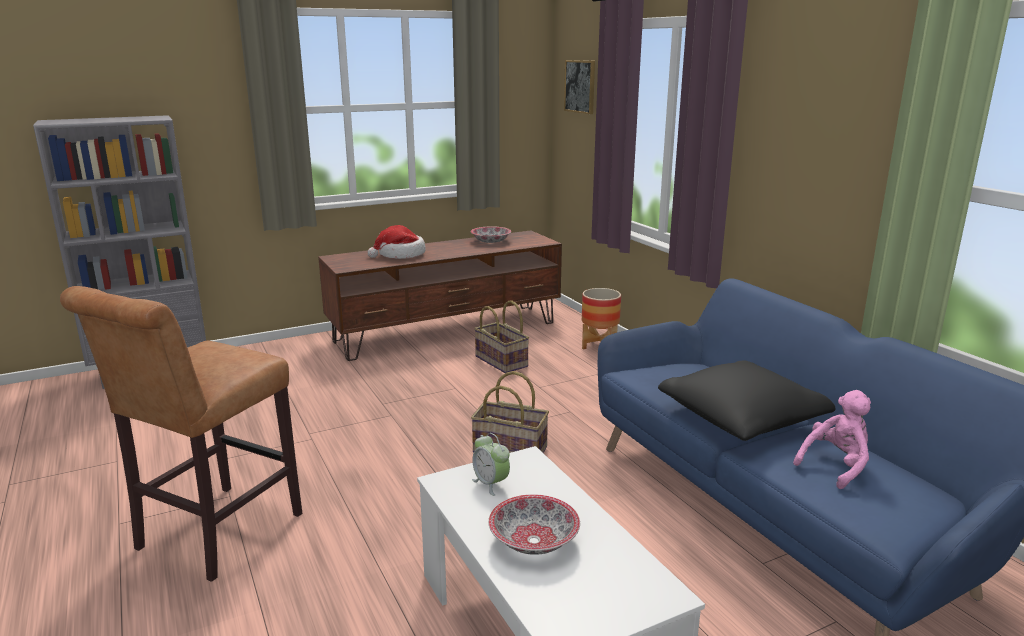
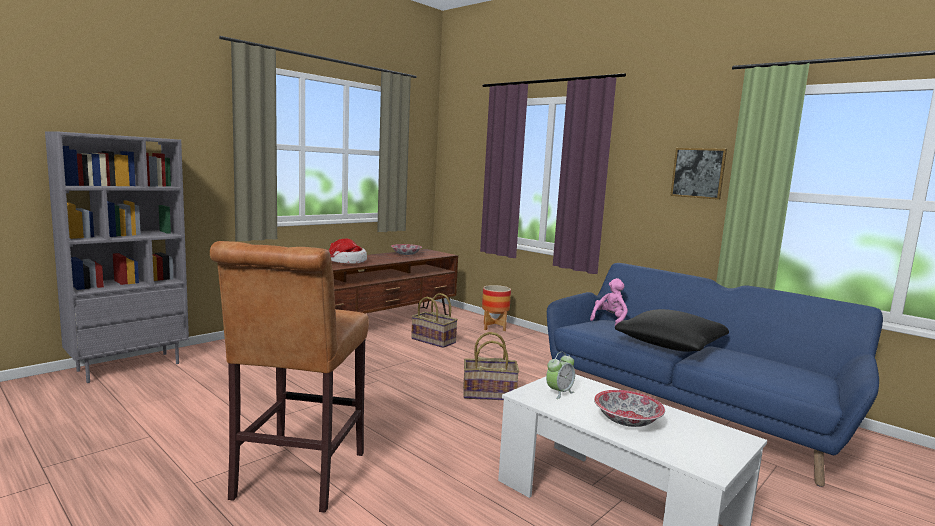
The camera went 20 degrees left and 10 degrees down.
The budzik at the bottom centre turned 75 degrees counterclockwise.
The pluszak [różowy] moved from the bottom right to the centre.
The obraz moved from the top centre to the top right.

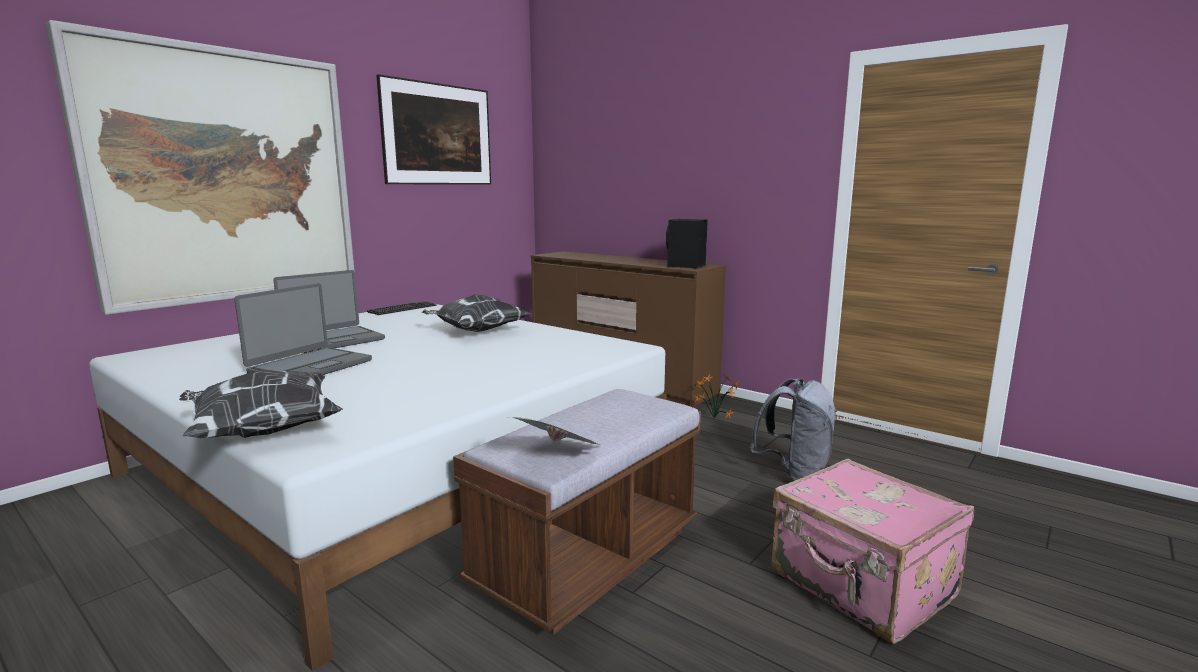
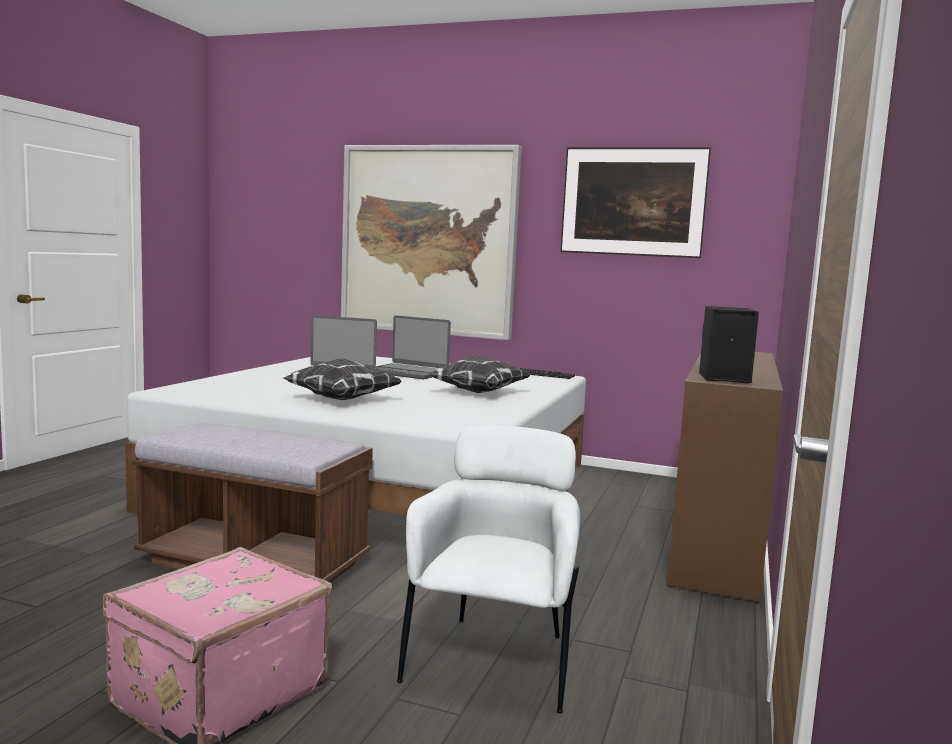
The camera went 70 degrees right and 5 degrees down.
The poduszka (no. 1 from left) moved from the middle left to the centre.
The plecak [szary] at the centre was replaced by the fotel [biały] at the bottom centre.
The gazeta at the centre disappeared.
The roślina doniczkowa at the centre disappeared.

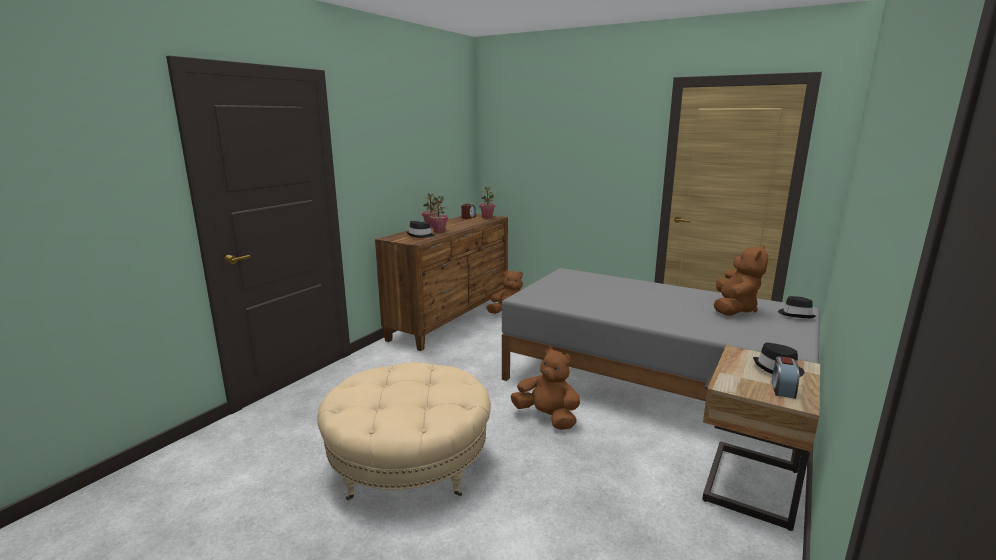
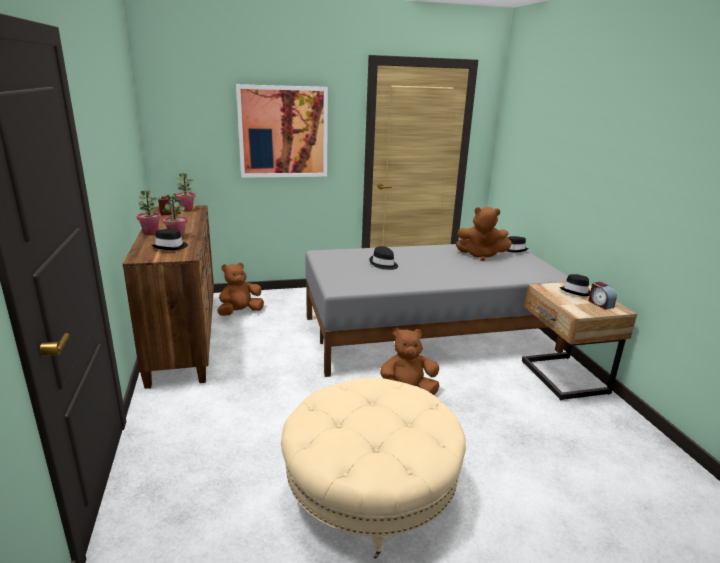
The camera went 45 degrees left and 5 degrees up.
The obraz at the top centre appeared.
The kapelusz [czarny] (no. 2 from left) at the centre appeared.
The pluszak [brązowy] (no. 3 from left) at the middle right turned 120 degrees clockwise.

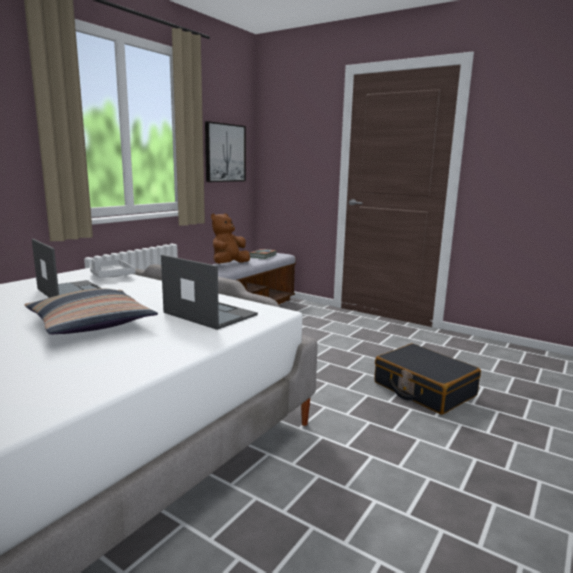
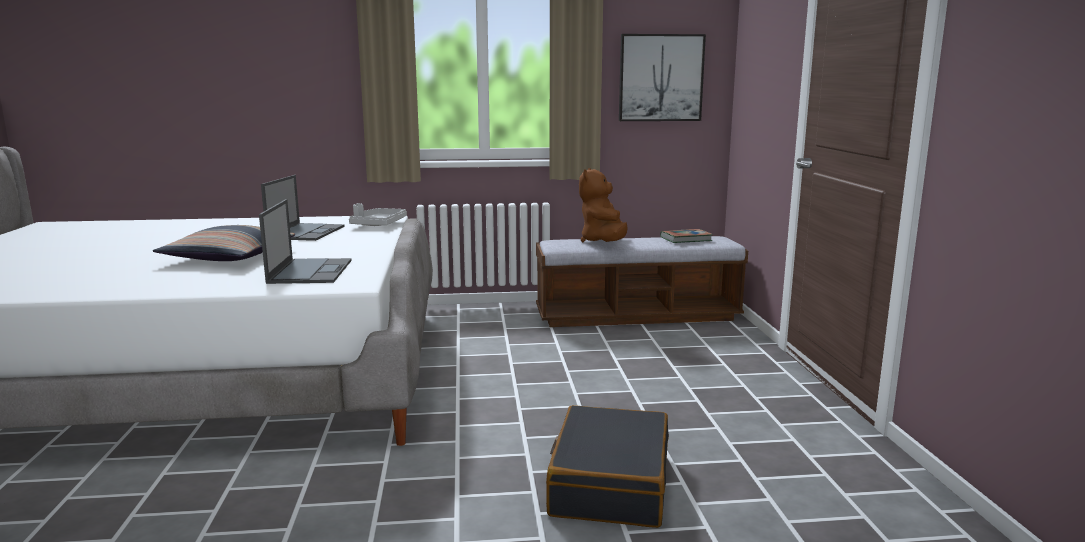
The camera went 50 degrees right and 0 degrees up.
The pluszak [brązowy] at the centre turned 75 degrees counterclockwise.

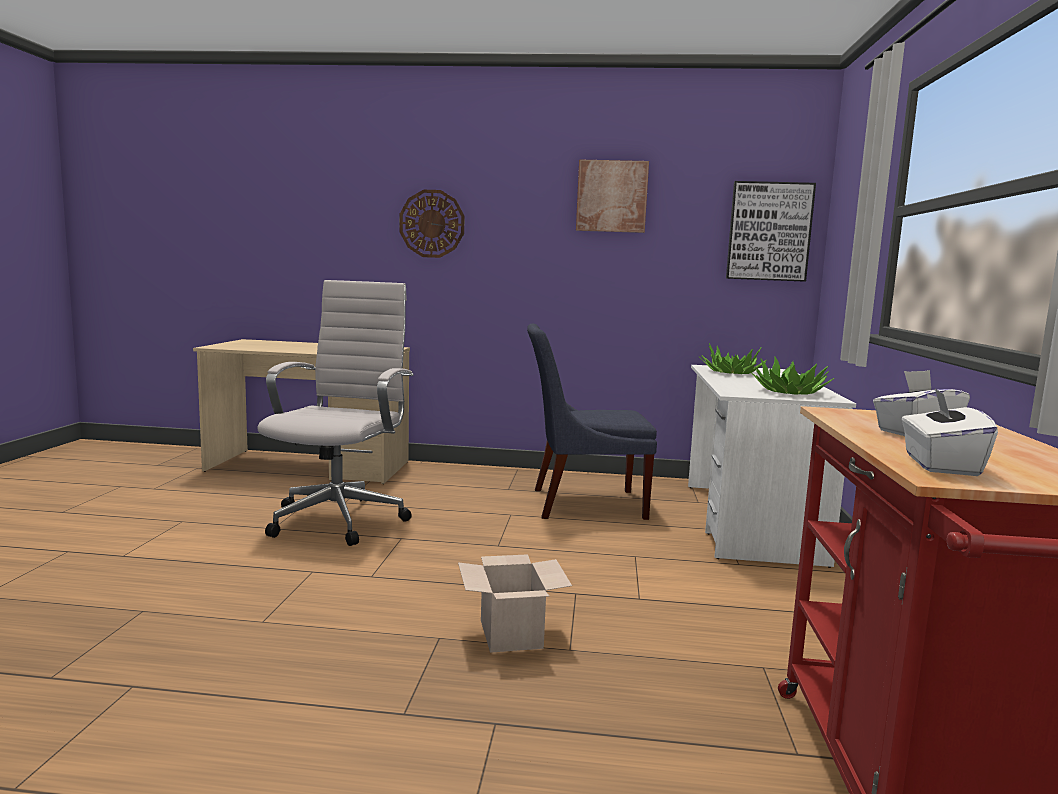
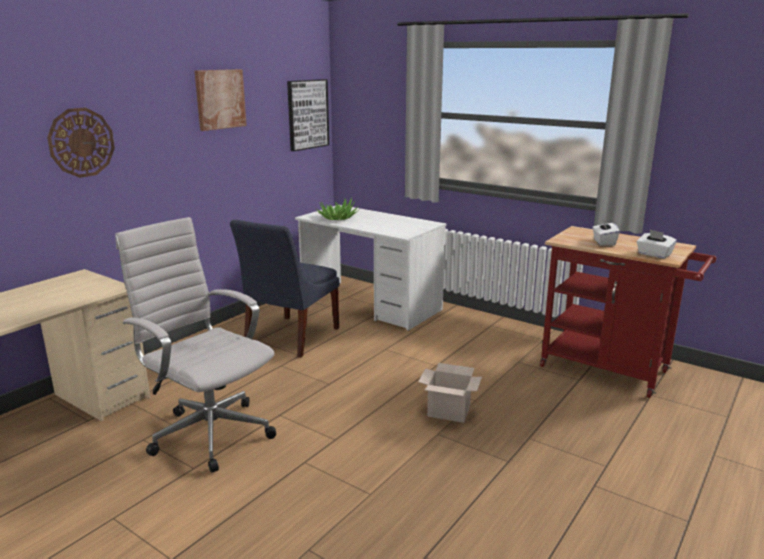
The camera went 60 degrees left and 10 degrees up.
The roślina doniczkowa (no. 2 from left) at the middle right disappeared.

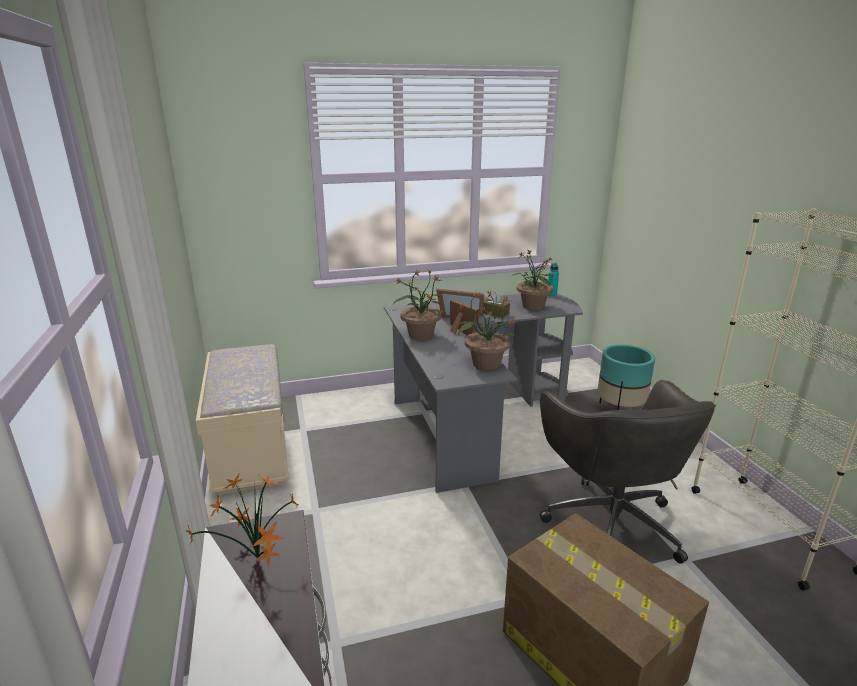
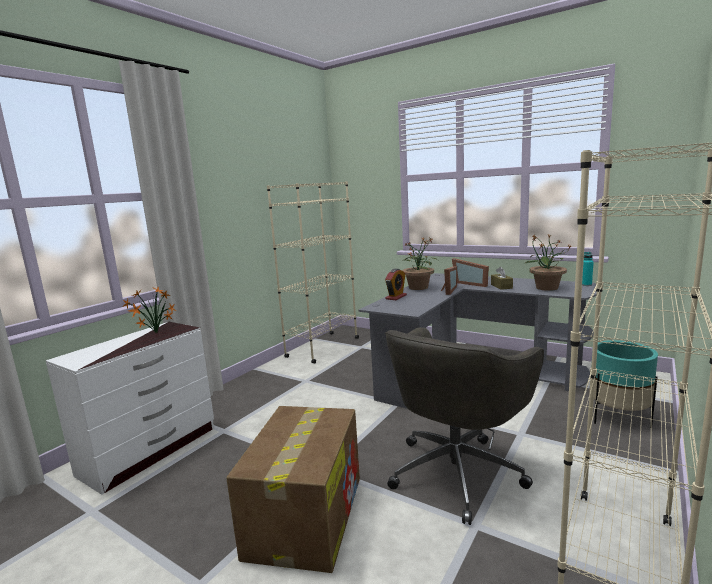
The camera went 50 degrees right and 10 degrees down.
The ławka [beżowy] at the middle left was replaced by the regał [beżowy] (no. 1 from left) at the centre.
The budzik at the centre appeared.
The roślina doniczkowa (no. 3 from left) at the centre disappeared.

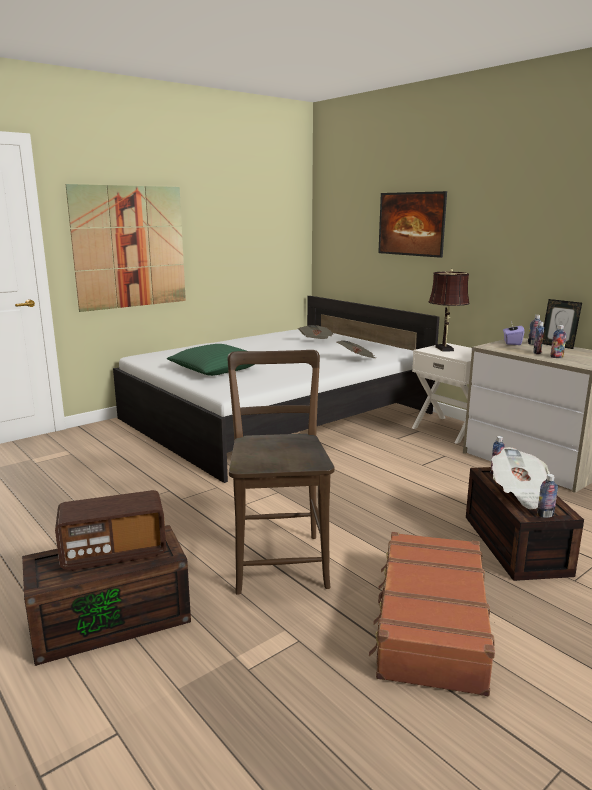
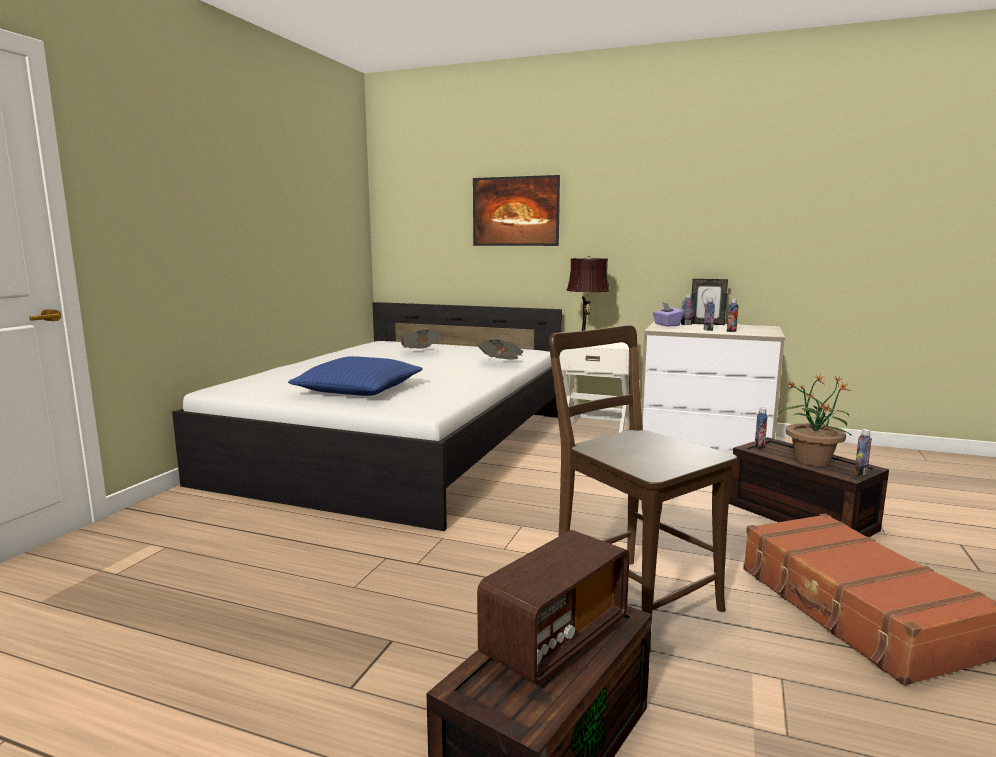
The camera went 30 degrees left and 5 degrees down.
The poduszka [zielony] at the centre became the poduszka [niebieski] at the centre.
The gazeta (no. 3 from left) at the middle right was replaced by the roślina doniczkowa at the middle right.
The obraz (no. 1 from left) at the top left disappeared.

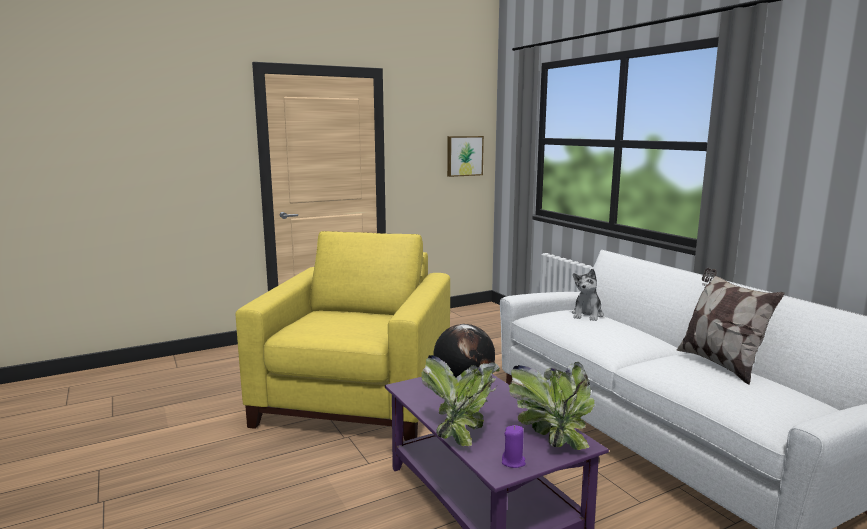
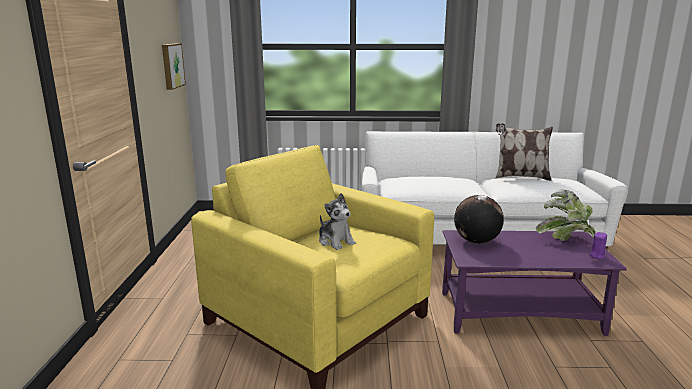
The camera went 60 degrees left and 5 degrees up.
The pluszak moved from the middle right to the centre.
The roślina doniczkowa (no. 1 from left) at the bottom centre disappeared.

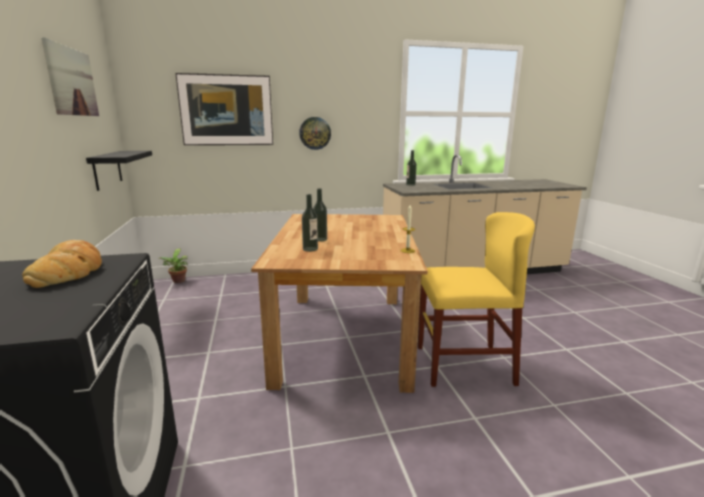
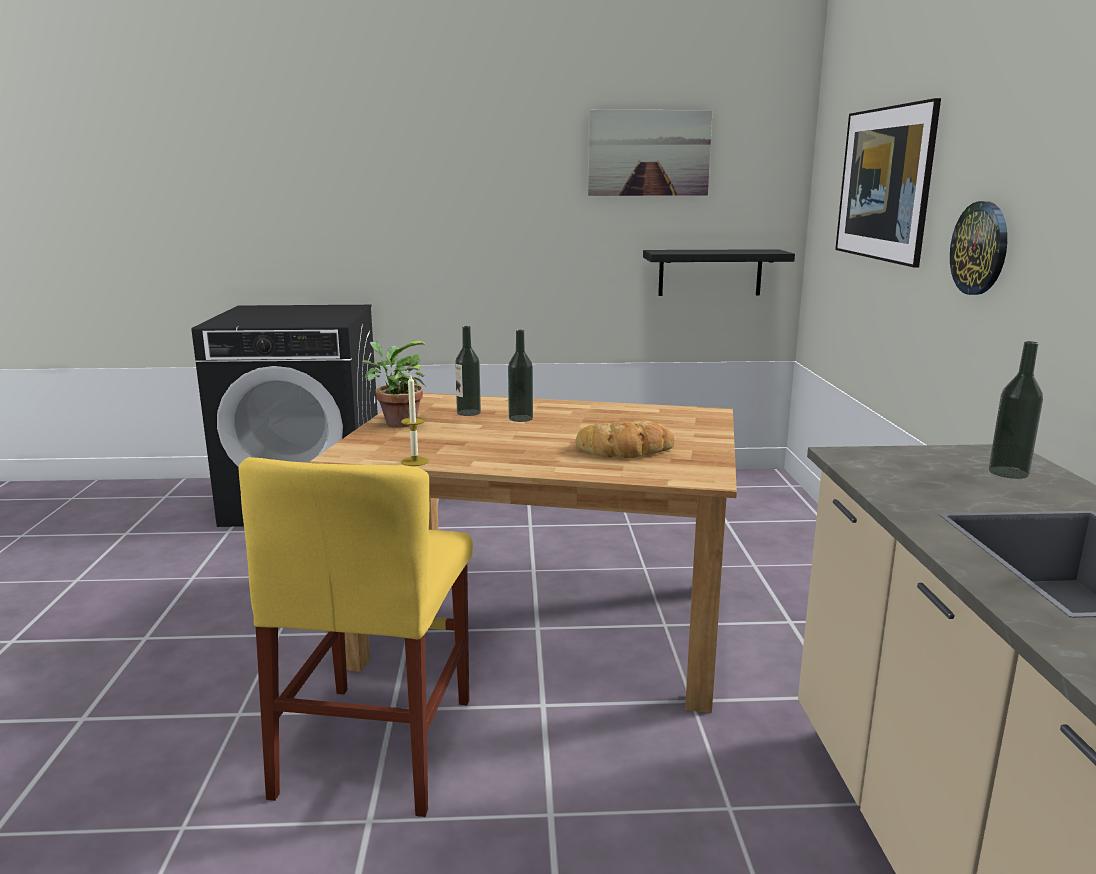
The camera went 100 degrees right and 0 degrees up.
The roślina doniczkowa moved from the middle left to the centre.
The chleb moved from the middle left to the centre.

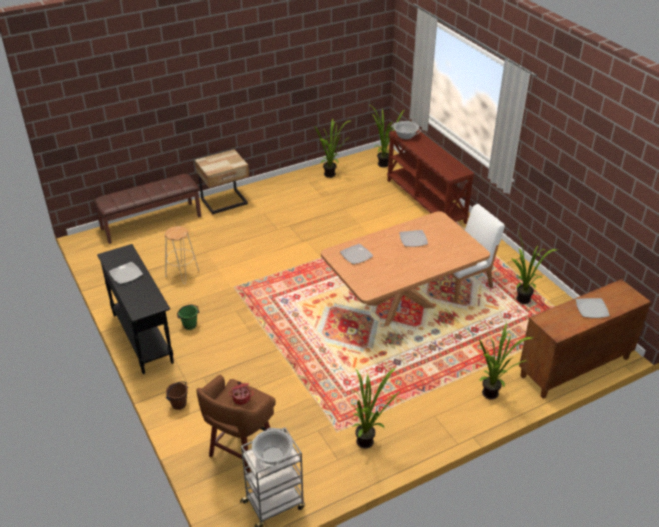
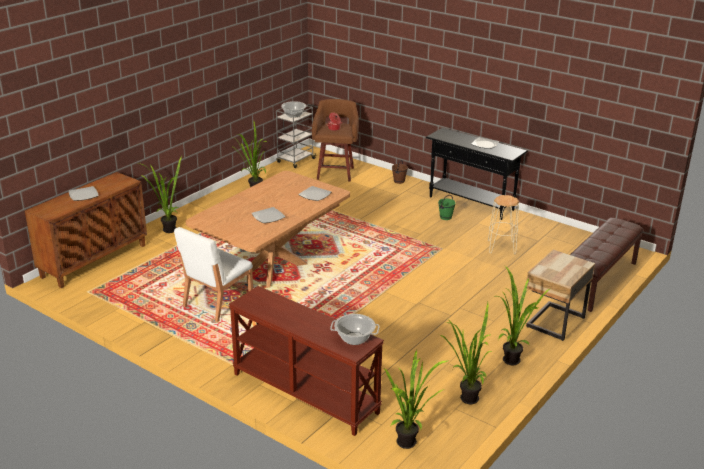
The camera went 155 degrees right and 10 degrees down.
The roślina doniczkowa (no. 5 from left) moved from the middle right to the bottom right.

